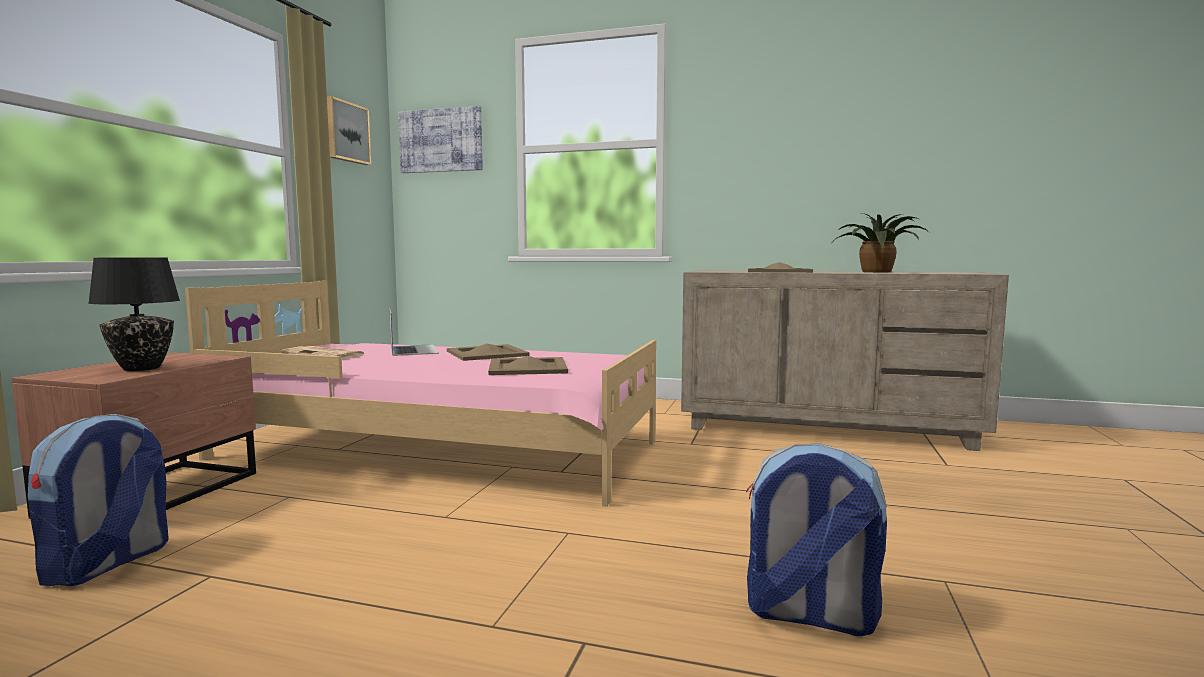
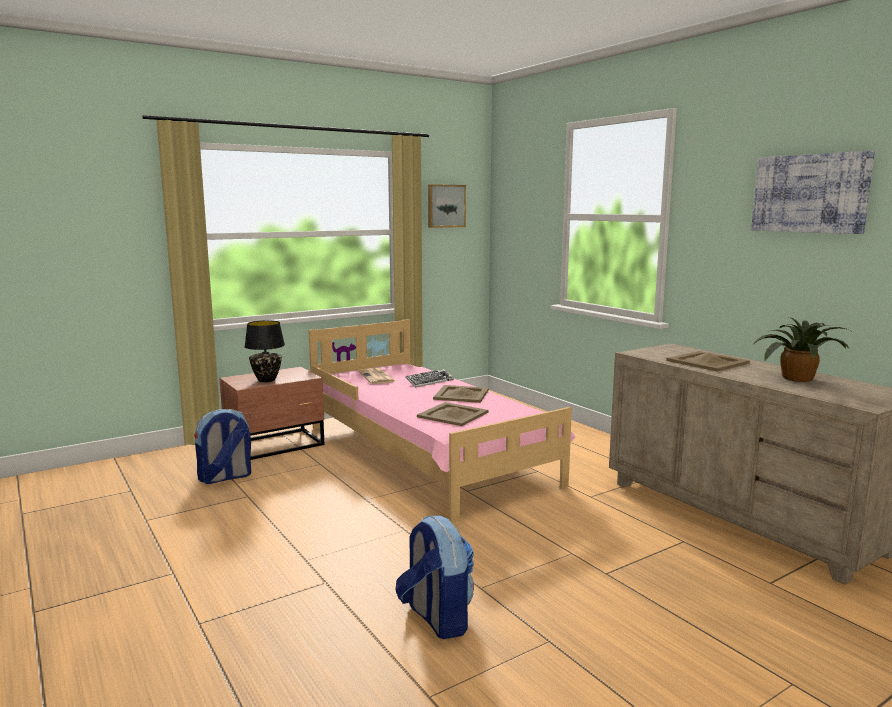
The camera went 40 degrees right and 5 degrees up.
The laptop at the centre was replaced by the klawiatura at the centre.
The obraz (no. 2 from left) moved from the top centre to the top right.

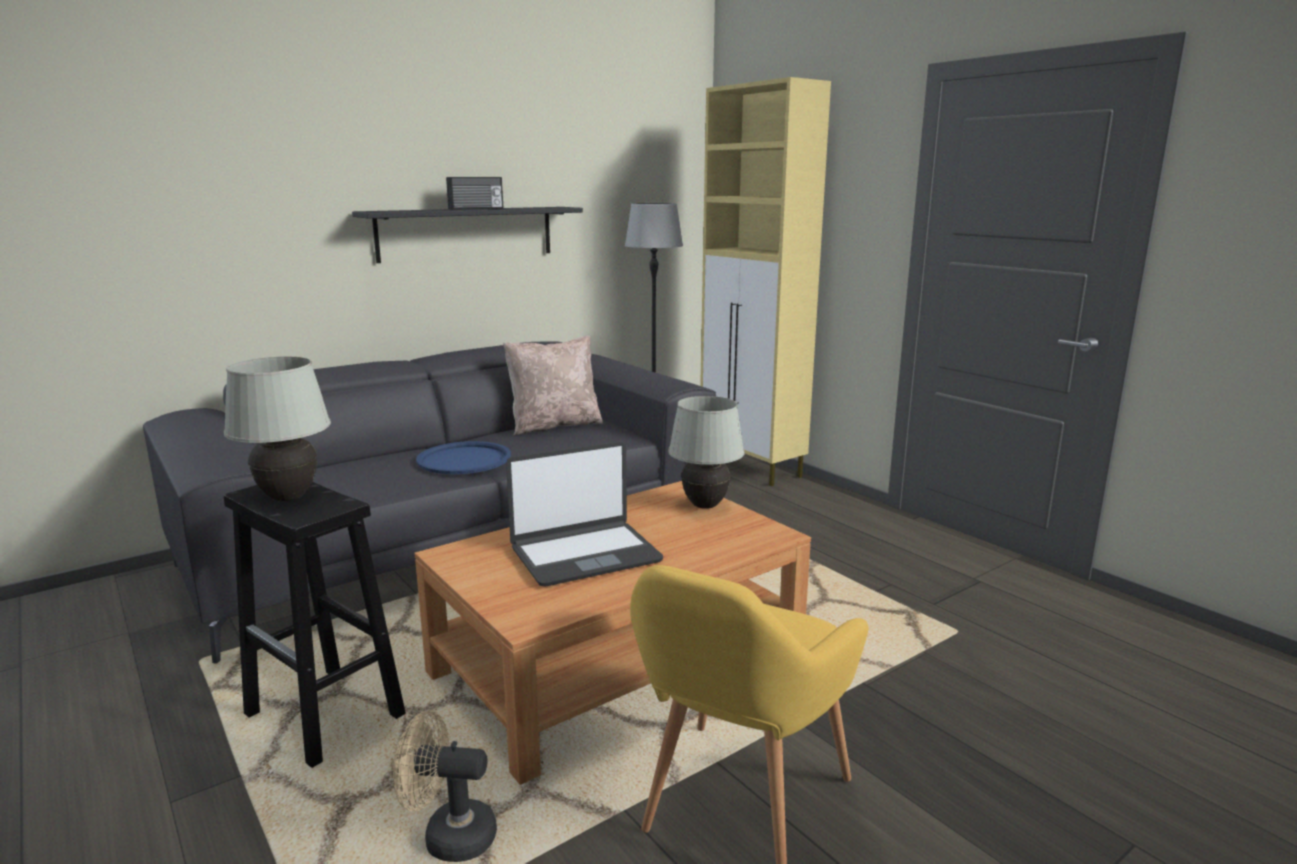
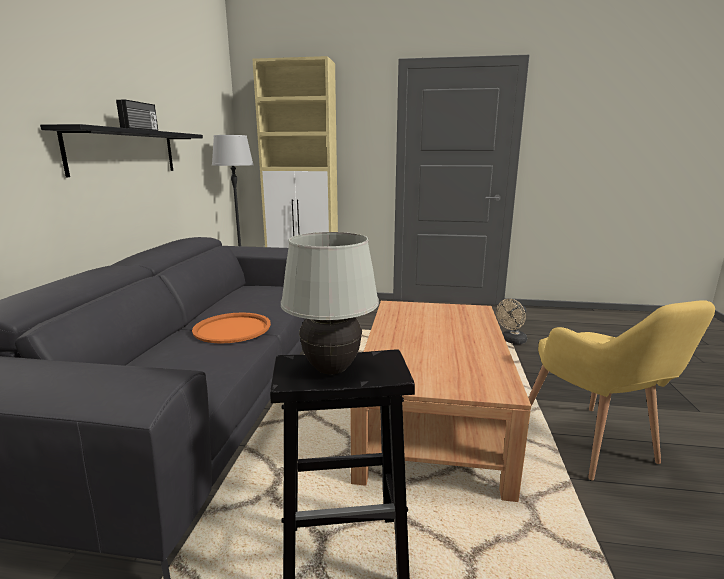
The camera went 45 degrees left and 0 degrees up.
The taca [niebieski] at the centre became the taca [pomarańczowy] at the middle left.
The wentylator [beżowy] moved from the bottom centre to the middle right.
The poduszka [beżowy] at the centre disappeared.
The laptop at the centre disappeared.
The lampa stołowa [biały] (no. 2 from left) at the centre disappeared.

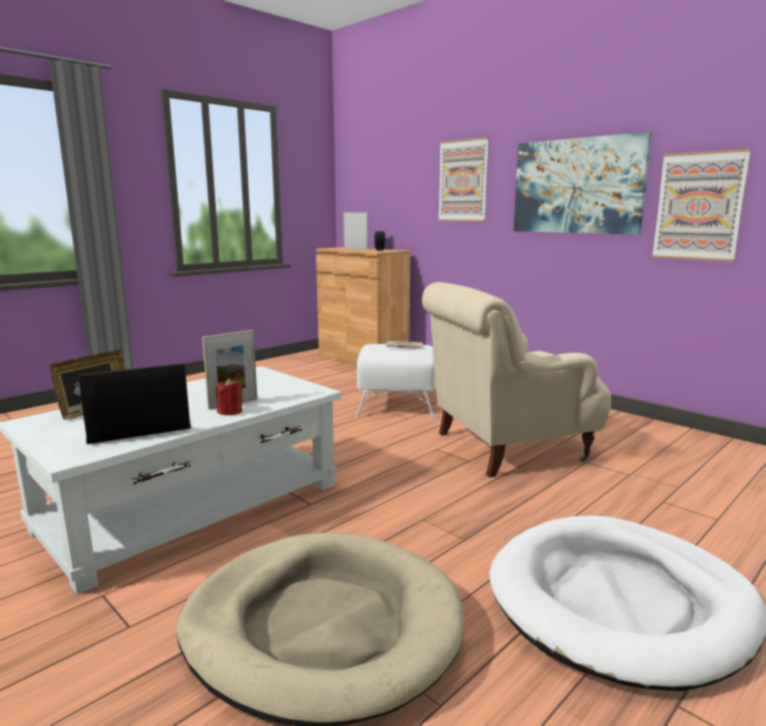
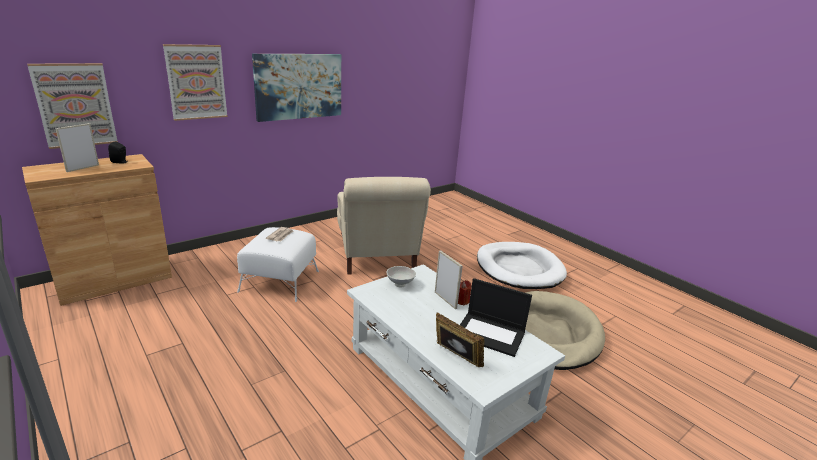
The camera went 85 degrees left and 10 degrees up.
The obraz (no. 3 from left in the first image) moved from the top right to the top left.
The miska [biały] at the centre appeared.
The laptop at the middle left turned 45 degrees counterclockwise.

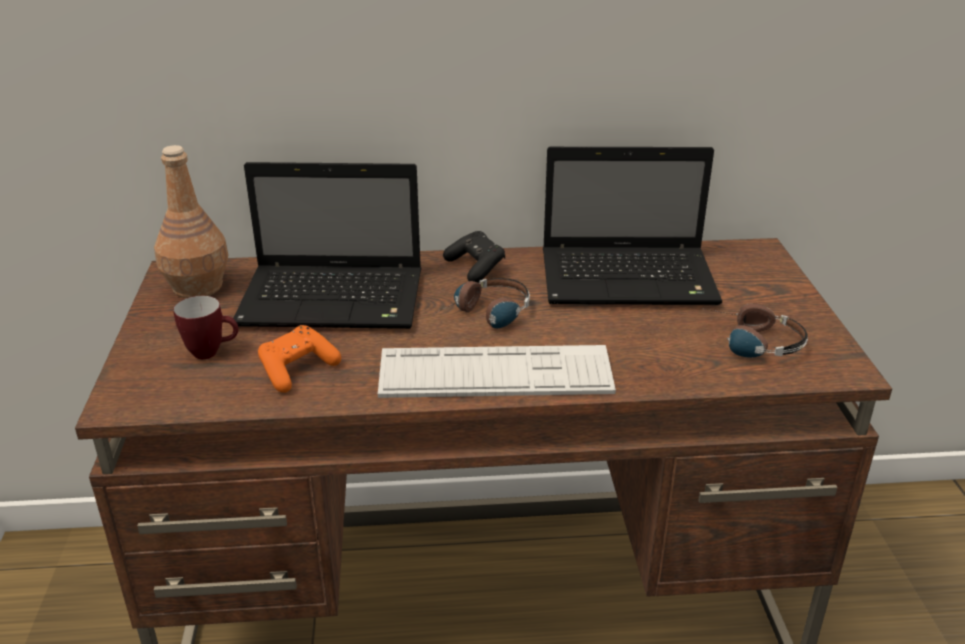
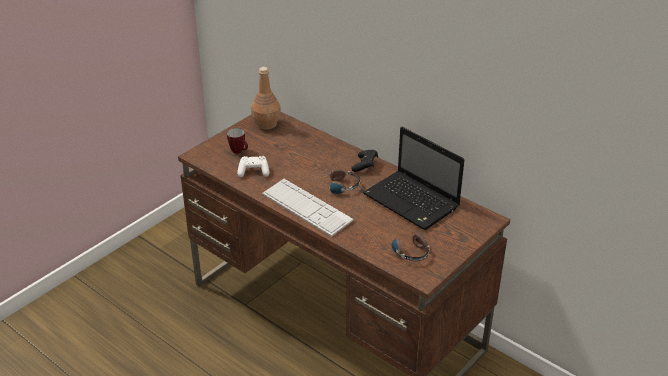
The camera went 45 degrees right and 5 degrees up.
The pad do gier [pomarańczowy] at the middle left became the pad do gier [biały] at the centre.
The laptop (no. 1 from left) at the centre disappeared.

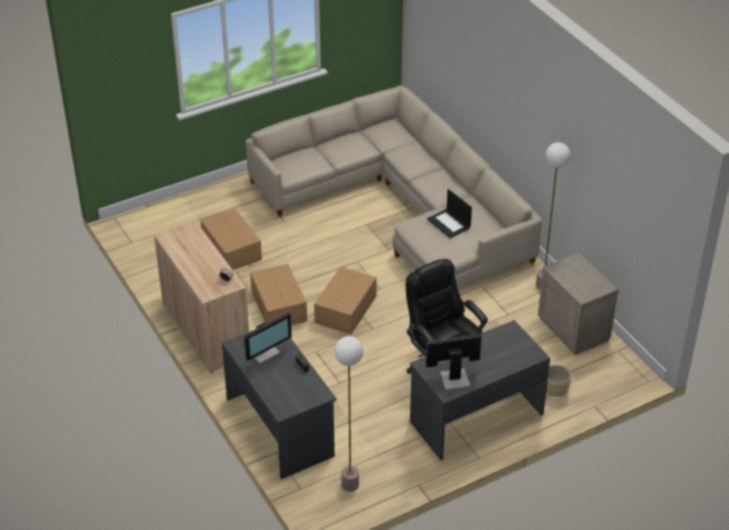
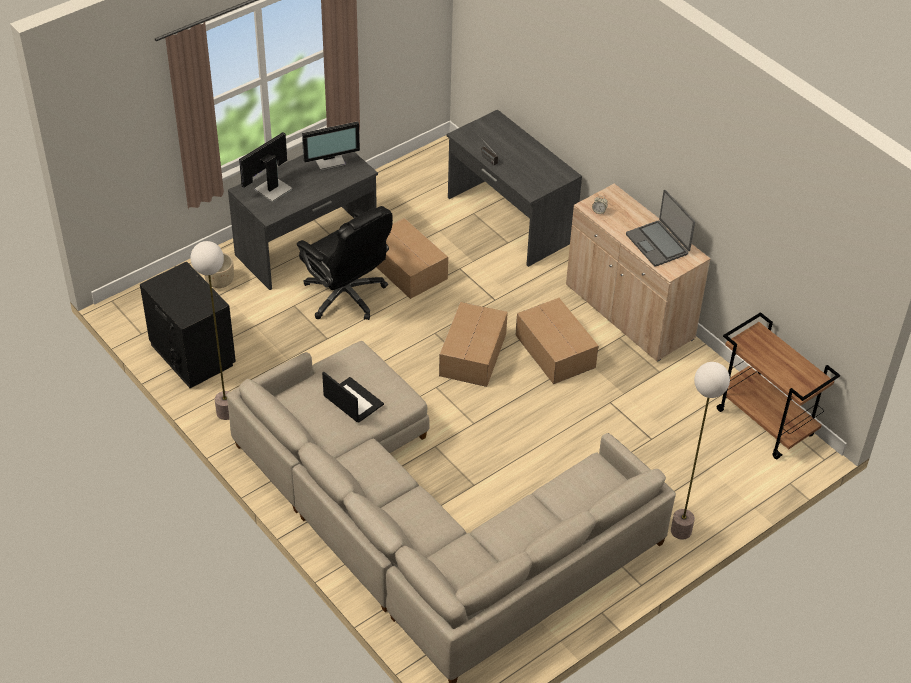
The camera went 170 degrees right and 5 degrees up.
The szafka nocna [beżowy] at the middle right became the szafka nocna [czarny] at the middle left.
The monitor (no. 1 from left) moved from the centre to the top left.
The karton (no. 1 from left) moved from the middle left to the centre.
The laptop (no. 2 from left) at the middle right appeared.
The lampa stojąca (no. 1 from left in the first image) moved from the bottom centre to the middle right.
The wózek [brązowy] at the middle right appeared.

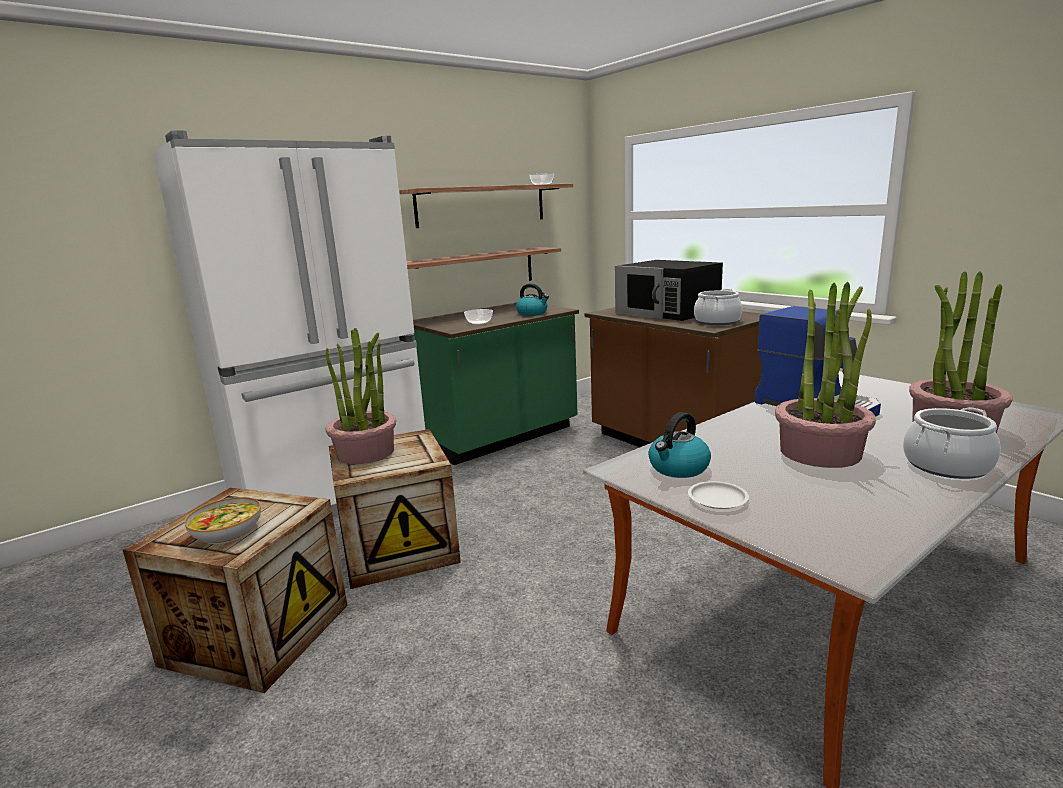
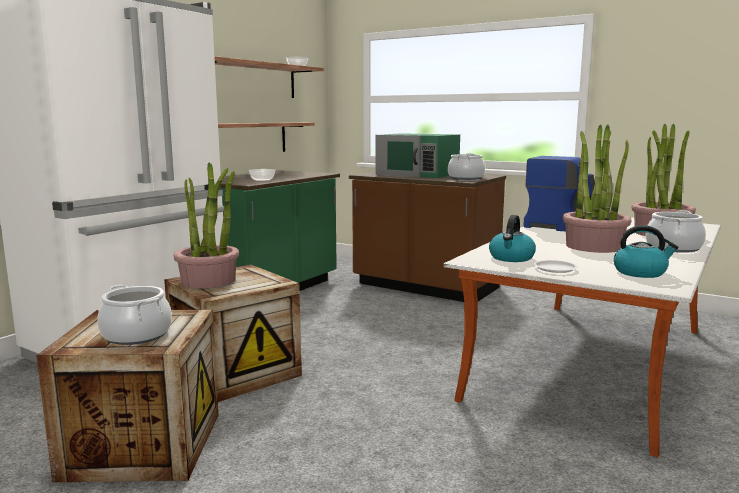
The camera went 20 degrees left and 5 degrees down.
The miska (no. 1 from left) at the middle left was replaced by the garnek (no. 1 from left) at the middle left.
The mikrofalówka [czarny] at the centre became the mikrofalówka [zielony] at the top centre.
The czajnik (no. 1 from left in the first image) moved from the centre to the middle right.

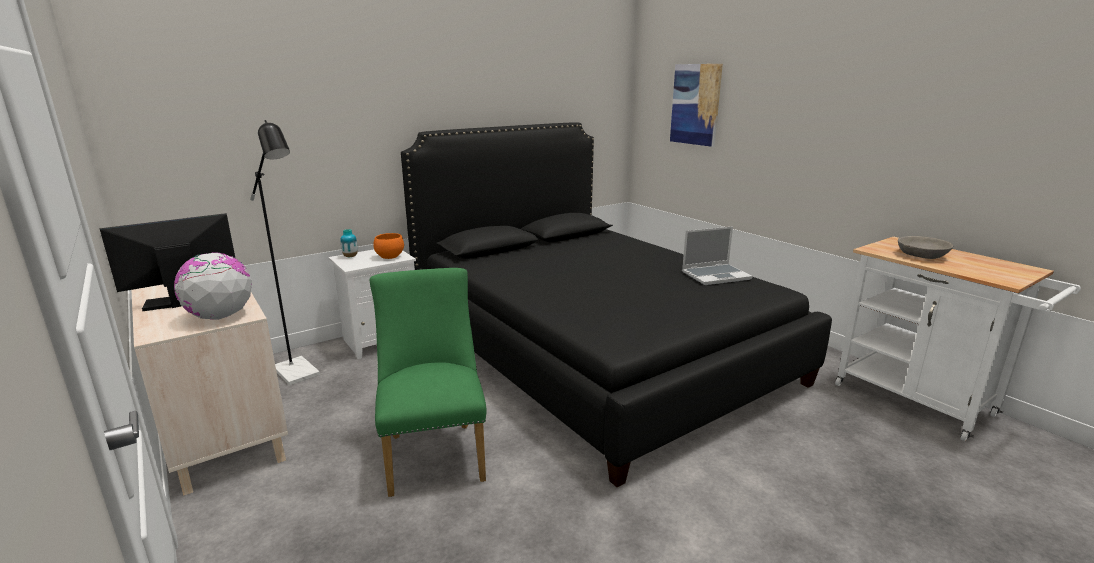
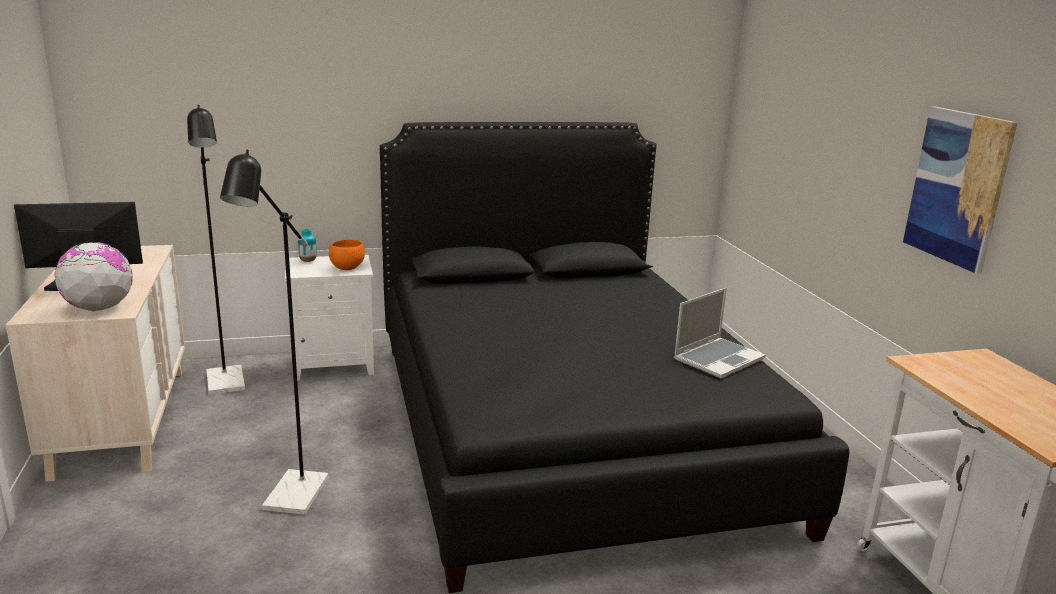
The camera went 20 degrees right and 0 degrees up.
The krzesło [zielony] at the bottom centre was replaced by the lampa stojąca [czarny] (no. 2 from left) at the middle left.
The laptop at the centre turned 45 degrees counterclockwise.
The obraz moved from the top centre to the top right.
The miska [szary] at the middle right disappeared.

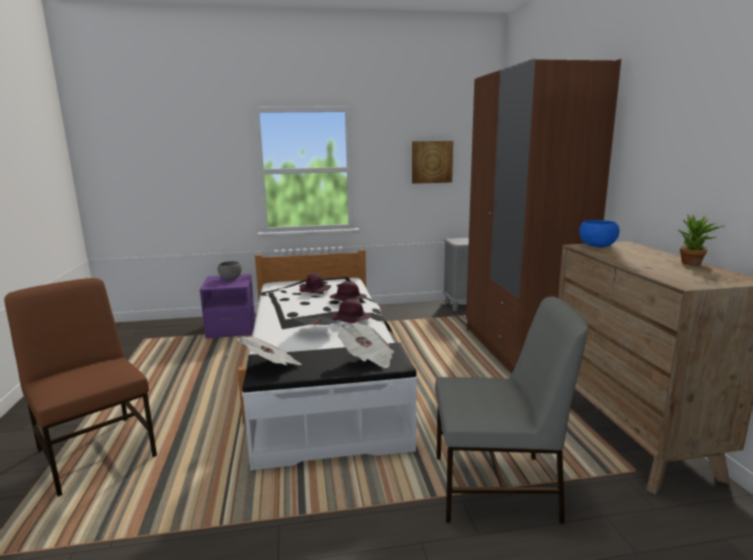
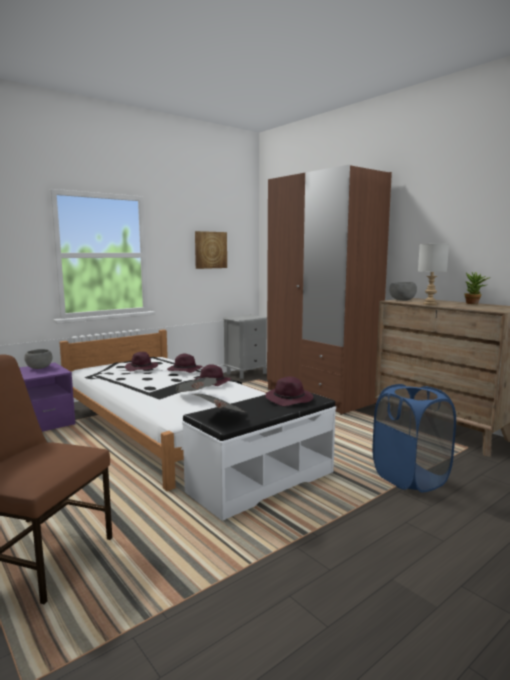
The camera went 30 degrees left and 5 degrees down.
The gazeta (no. 3 from left) at the centre was replaced by the kapelusz [fioletowy] (no. 4 from left) at the centre.
The krzesło [szary] at the bottom right was replaced by the kosz na pranie [niebieski] at the middle right.
The miska [niebieski] at the middle right became the miska [szary] (no. 2 from left) at the middle right.
The lampa stołowa [szary] at the middle right appeared.

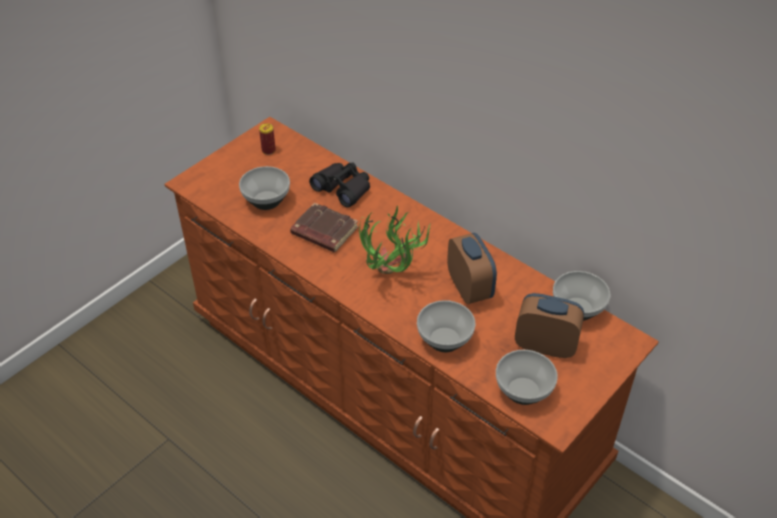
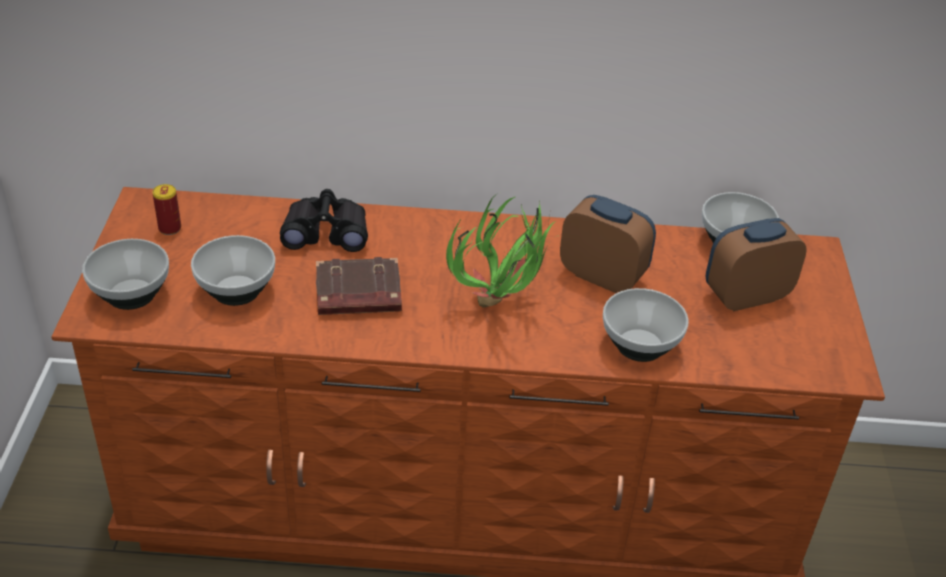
The camera went 40 degrees left and 5 degrees down.
The miska (no. 3 from left in the first image) moved from the bottom right to the middle left.

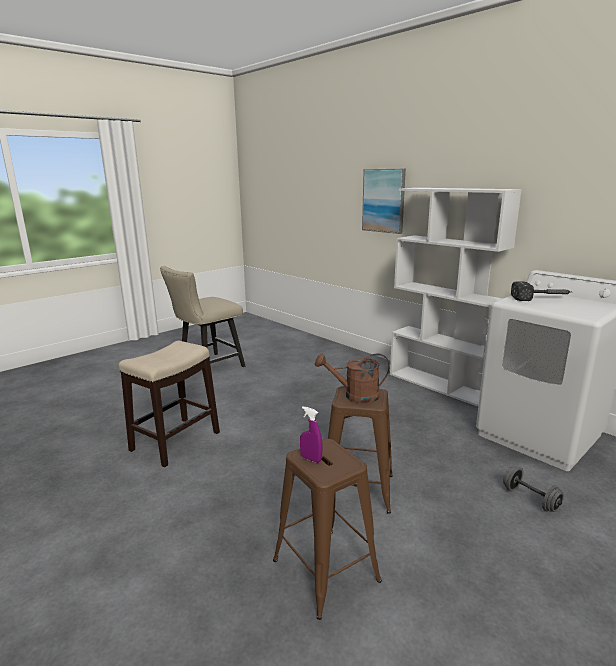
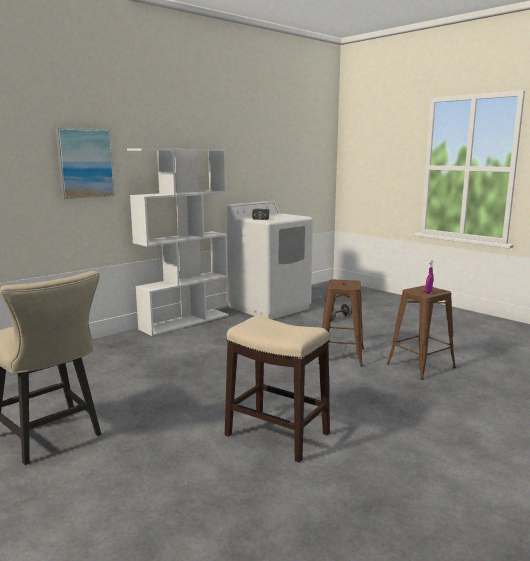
The camera went 90 degrees left and 5 degrees down.
The konewka [brązowy] at the centre disappeared.

